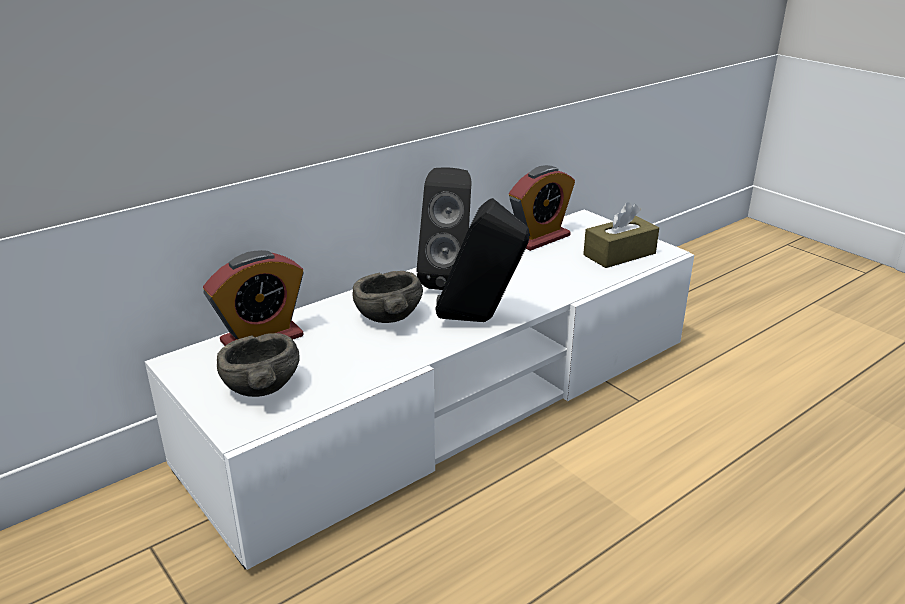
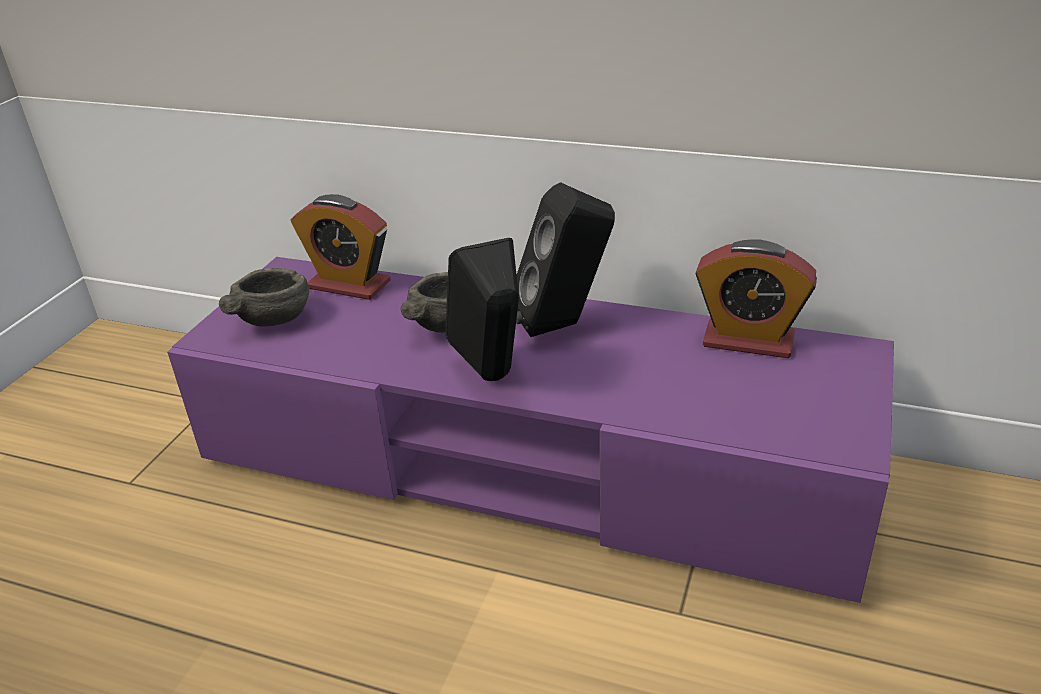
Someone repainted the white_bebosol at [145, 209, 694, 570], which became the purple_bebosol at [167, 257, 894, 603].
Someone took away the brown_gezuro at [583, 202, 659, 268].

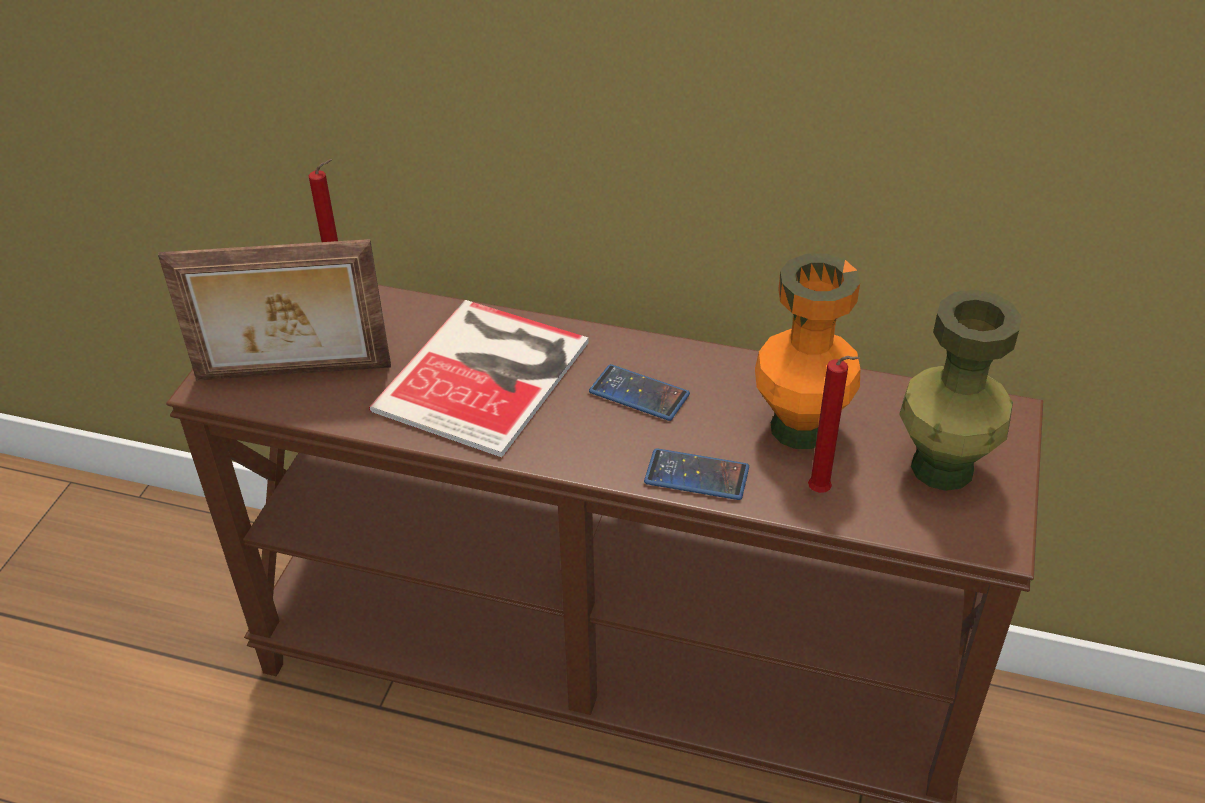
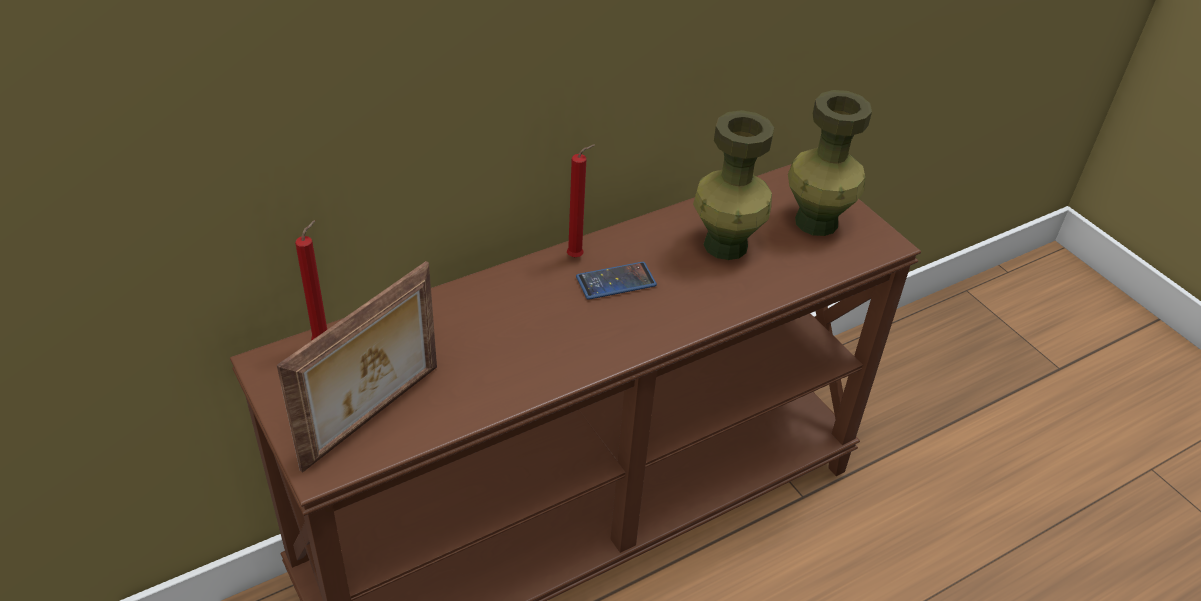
Someone carried the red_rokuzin from [808, 356, 860, 493] to [567, 145, 595, 257].
Someone repainted the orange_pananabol at [755, 254, 860, 449], which became the green_pananabol at [693, 110, 774, 260].
Someone took away the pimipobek at [369, 300, 589, 458].
Someone took away the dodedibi at [644, 448, 749, 500].

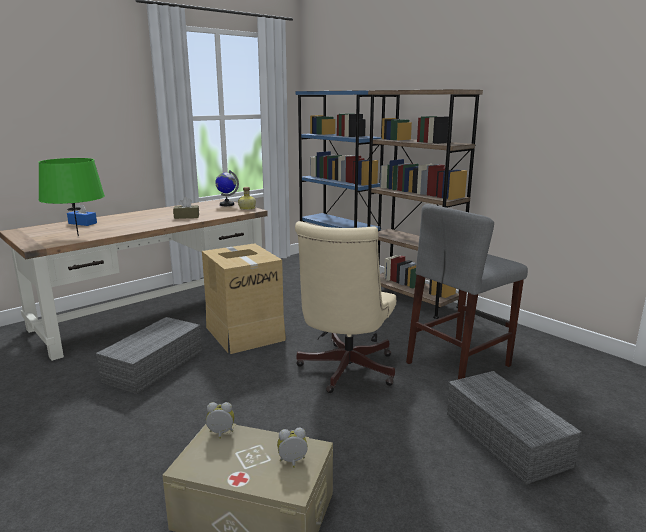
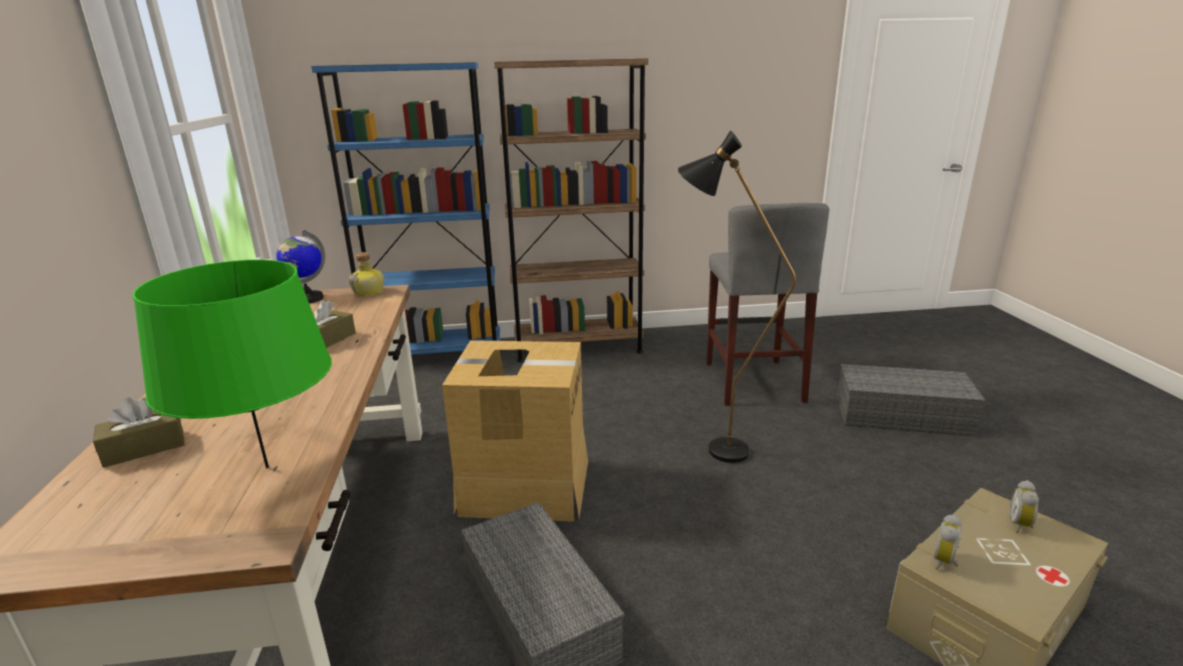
Someone repainted the blue_gezuro at [67, 203, 97, 226], which became the brown_gezuro at [93, 397, 185, 467].
Someone swapped the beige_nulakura at [295, 221, 396, 393] for the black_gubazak at [678, 130, 796, 463].

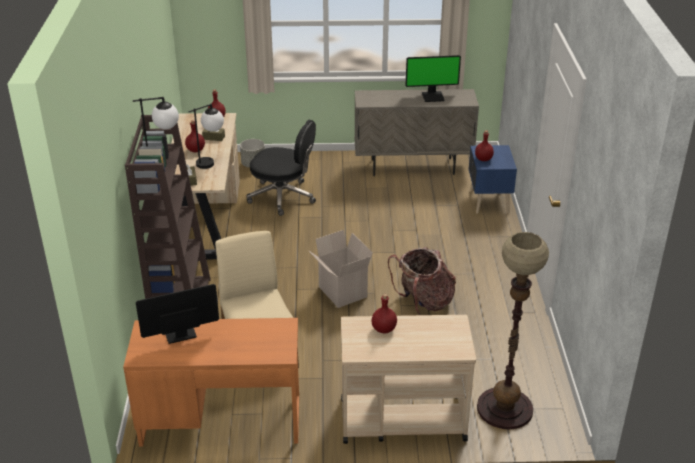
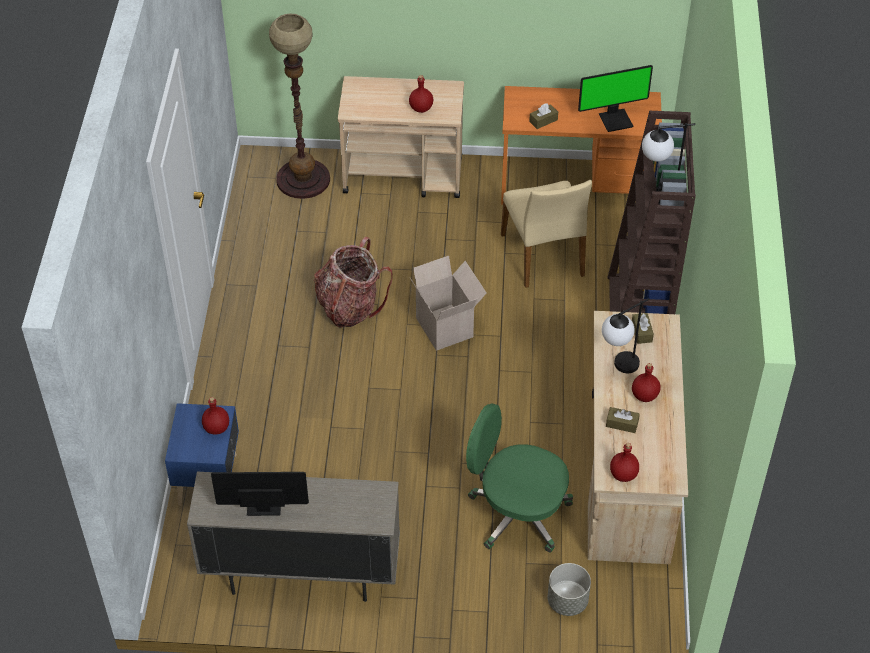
Someone repainted the black_nulakura at [246, 120, 316, 216], which became the green_nulakura at [466, 404, 573, 553].
Someone put down the brown_gezuro at [529, 103, 558, 129].

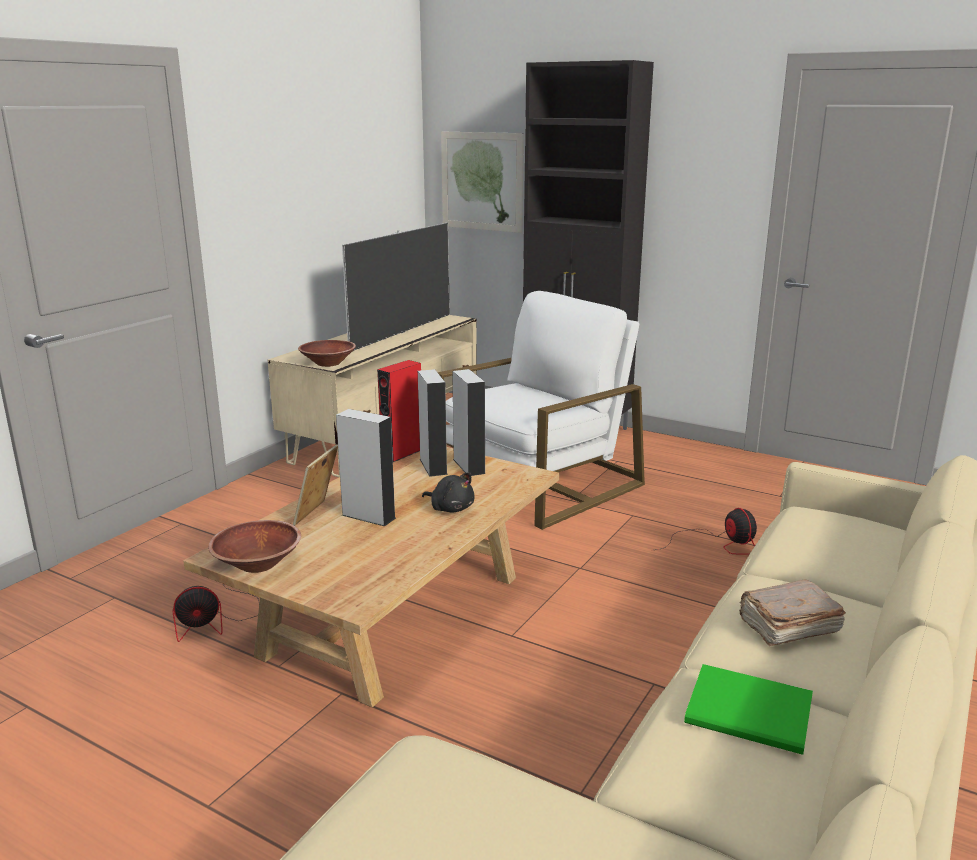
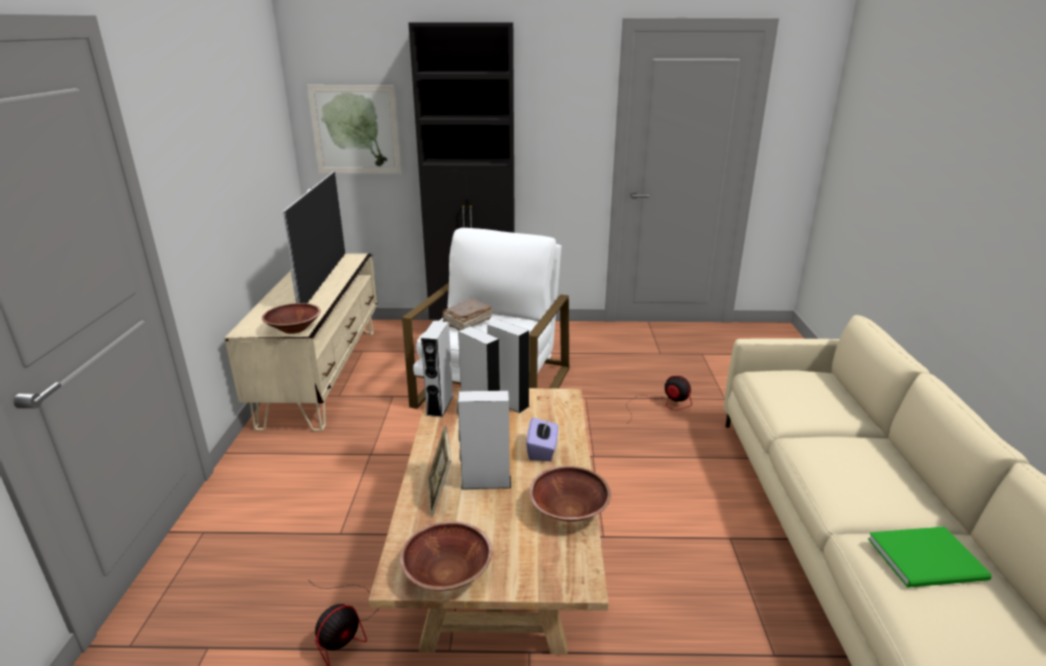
Someone repainted the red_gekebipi at [377, 360, 421, 462], which became the grey_gekebipi at [421, 321, 453, 417].
Someone carried the brown_pimipobek from [739, 579, 846, 646] to [442, 299, 492, 331].
Someone swapped the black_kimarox at [422, 472, 475, 512] for the purple_gezuro at [526, 418, 558, 461].
Someone put down the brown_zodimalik at [529, 466, 611, 521].

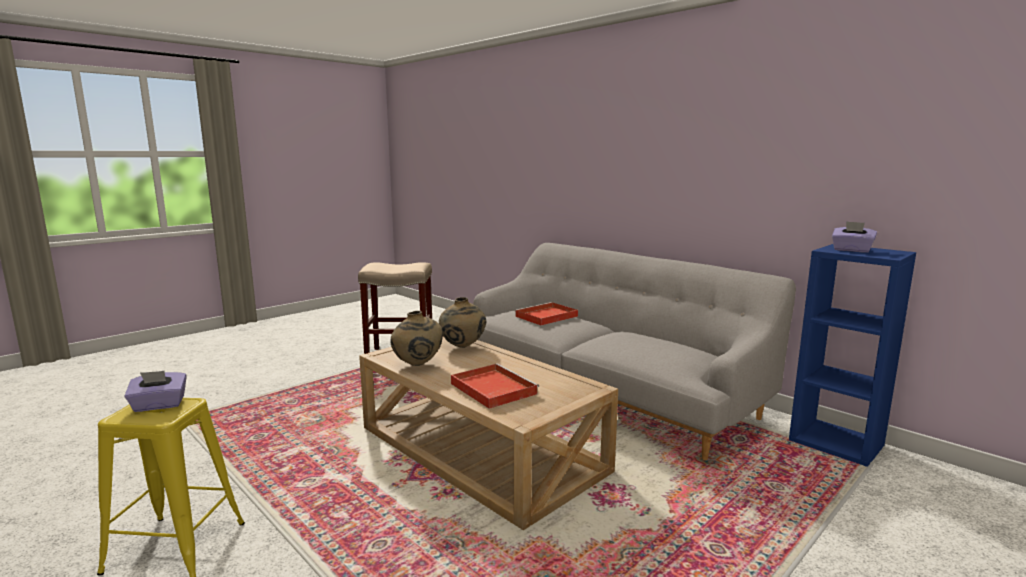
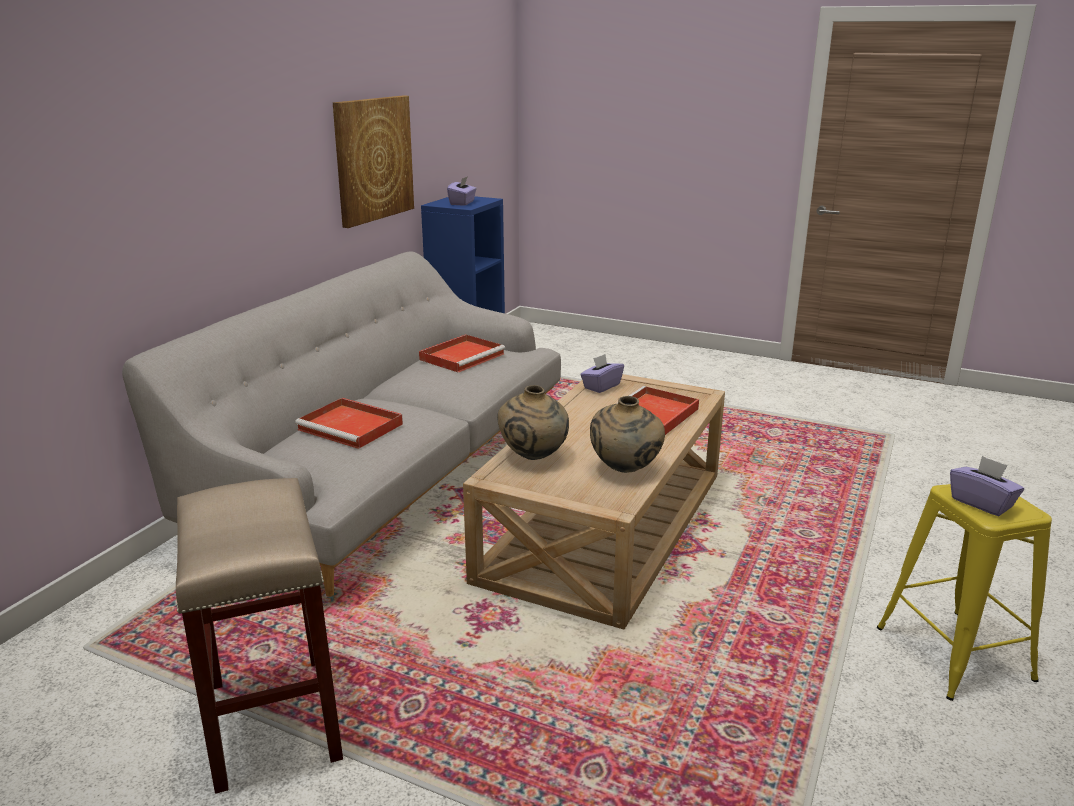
Someone put up the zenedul at [333, 95, 414, 228].
Someone put down the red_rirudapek at [419, 334, 505, 373].
Someone put down the purple_gezuro at [580, 354, 624, 393].

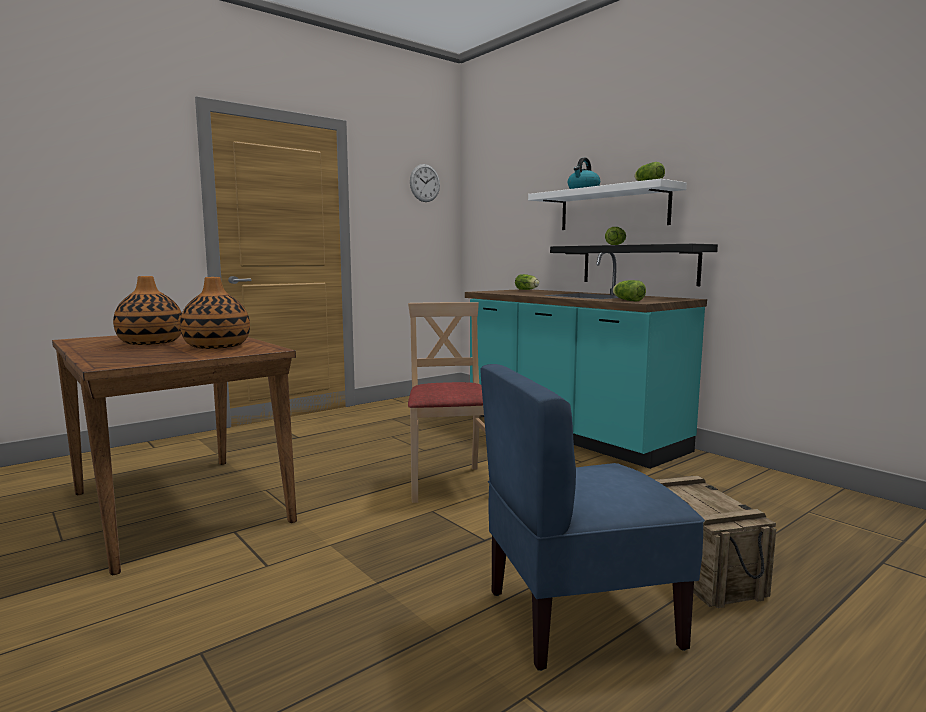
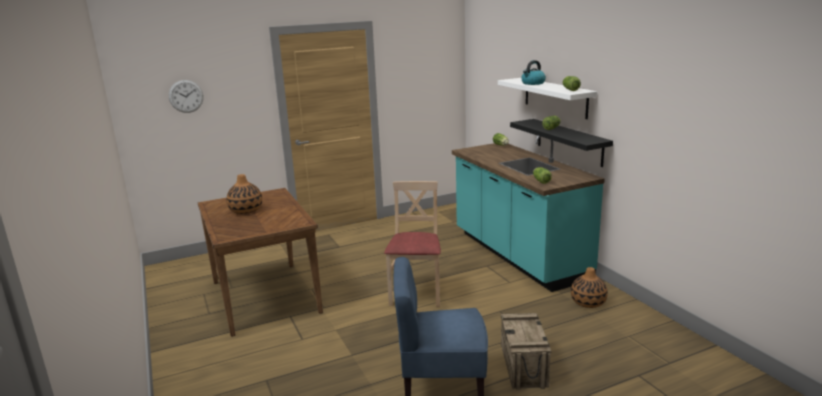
Someone carried the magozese from [410, 164, 440, 202] to [169, 80, 204, 113].
Someone carried the pananabol from [180, 277, 250, 349] to [571, 267, 608, 308].

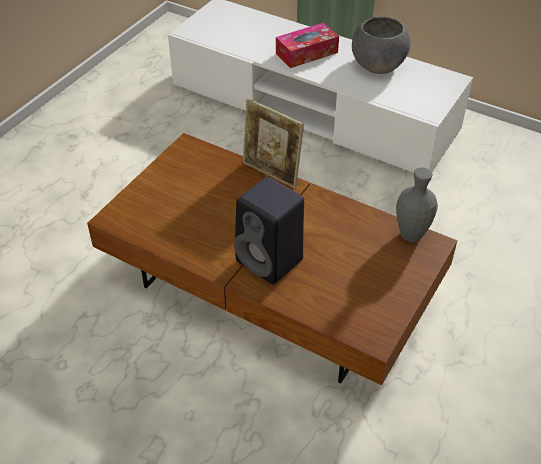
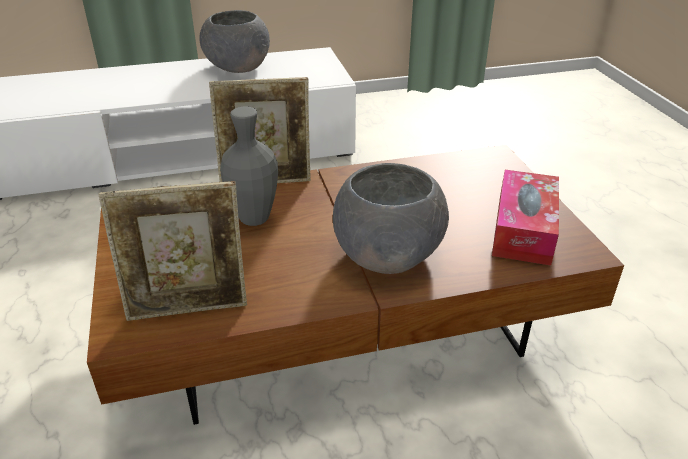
Someone put down the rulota at [99, 181, 247, 321].
Someone carried the grey_pananabol from [396, 168, 438, 242] to [220, 107, 278, 226].
Someone swapped the black_gekebipi at [234, 177, 304, 285] for the grey_zodimalik at [333, 163, 449, 274].
Someone carried the gezuro from [276, 23, 339, 68] to [492, 170, 559, 266].

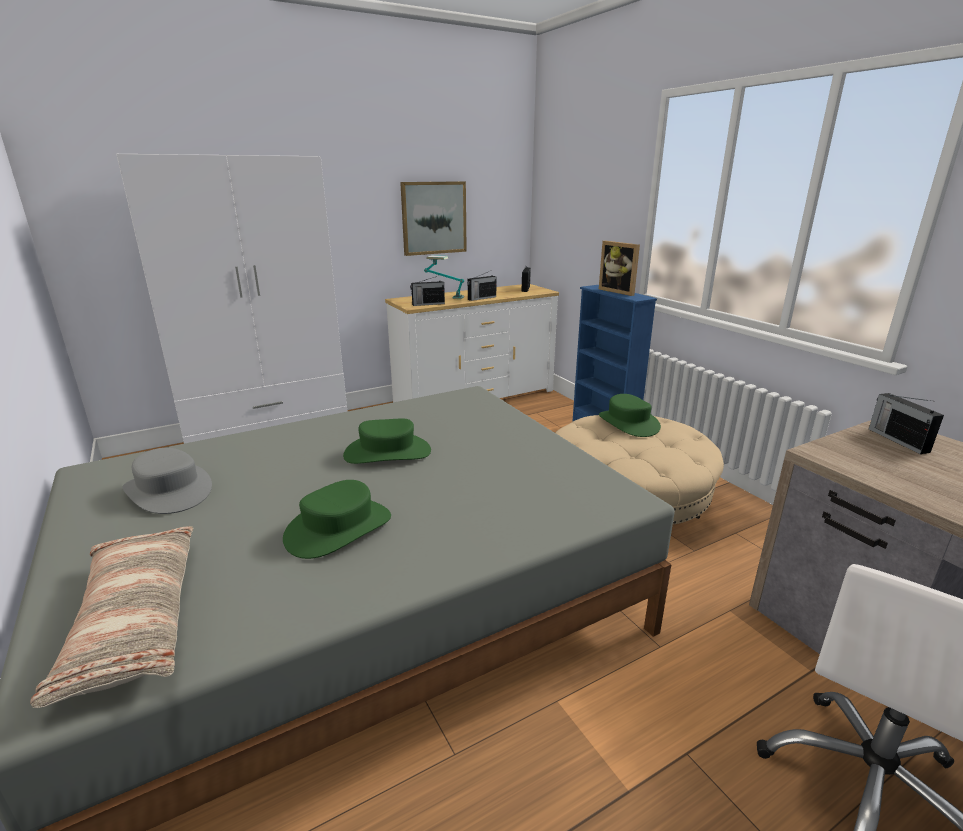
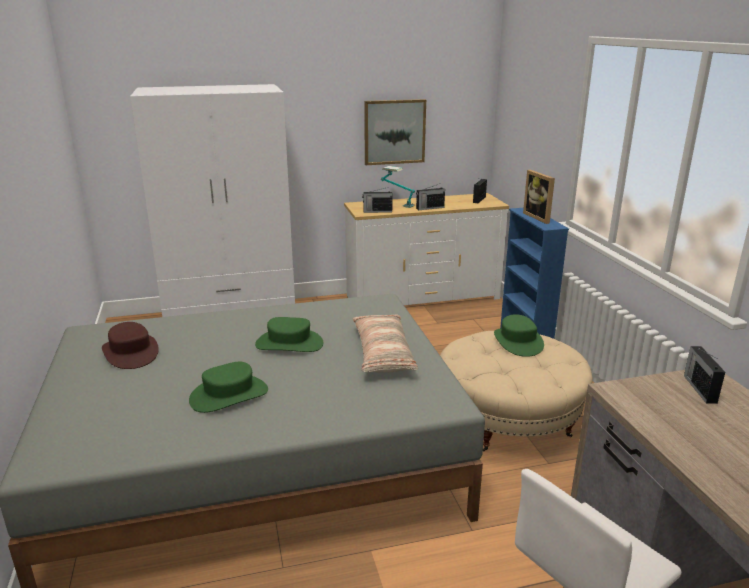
Someone repainted the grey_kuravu at [123, 448, 212, 514], which became the brown_kuravu at [102, 322, 159, 369].
Someone carried the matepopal from [30, 526, 193, 708] to [353, 315, 418, 373].

